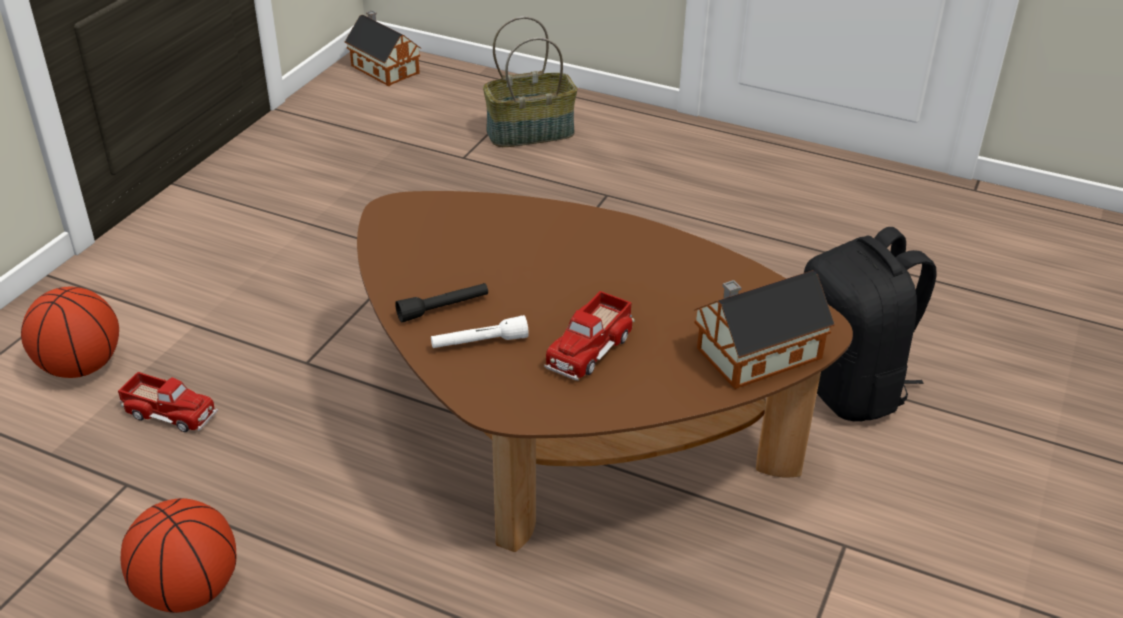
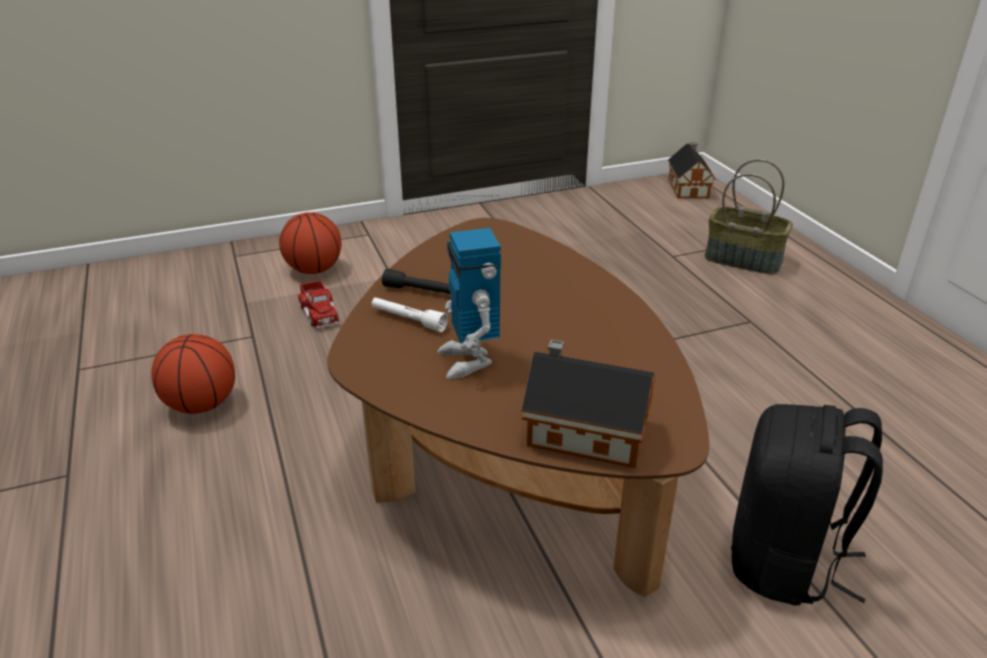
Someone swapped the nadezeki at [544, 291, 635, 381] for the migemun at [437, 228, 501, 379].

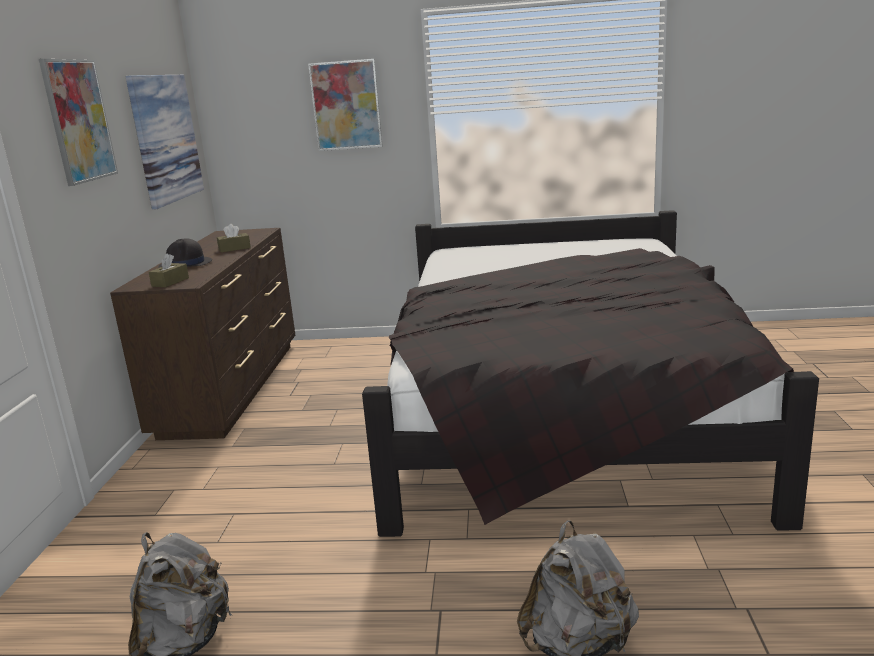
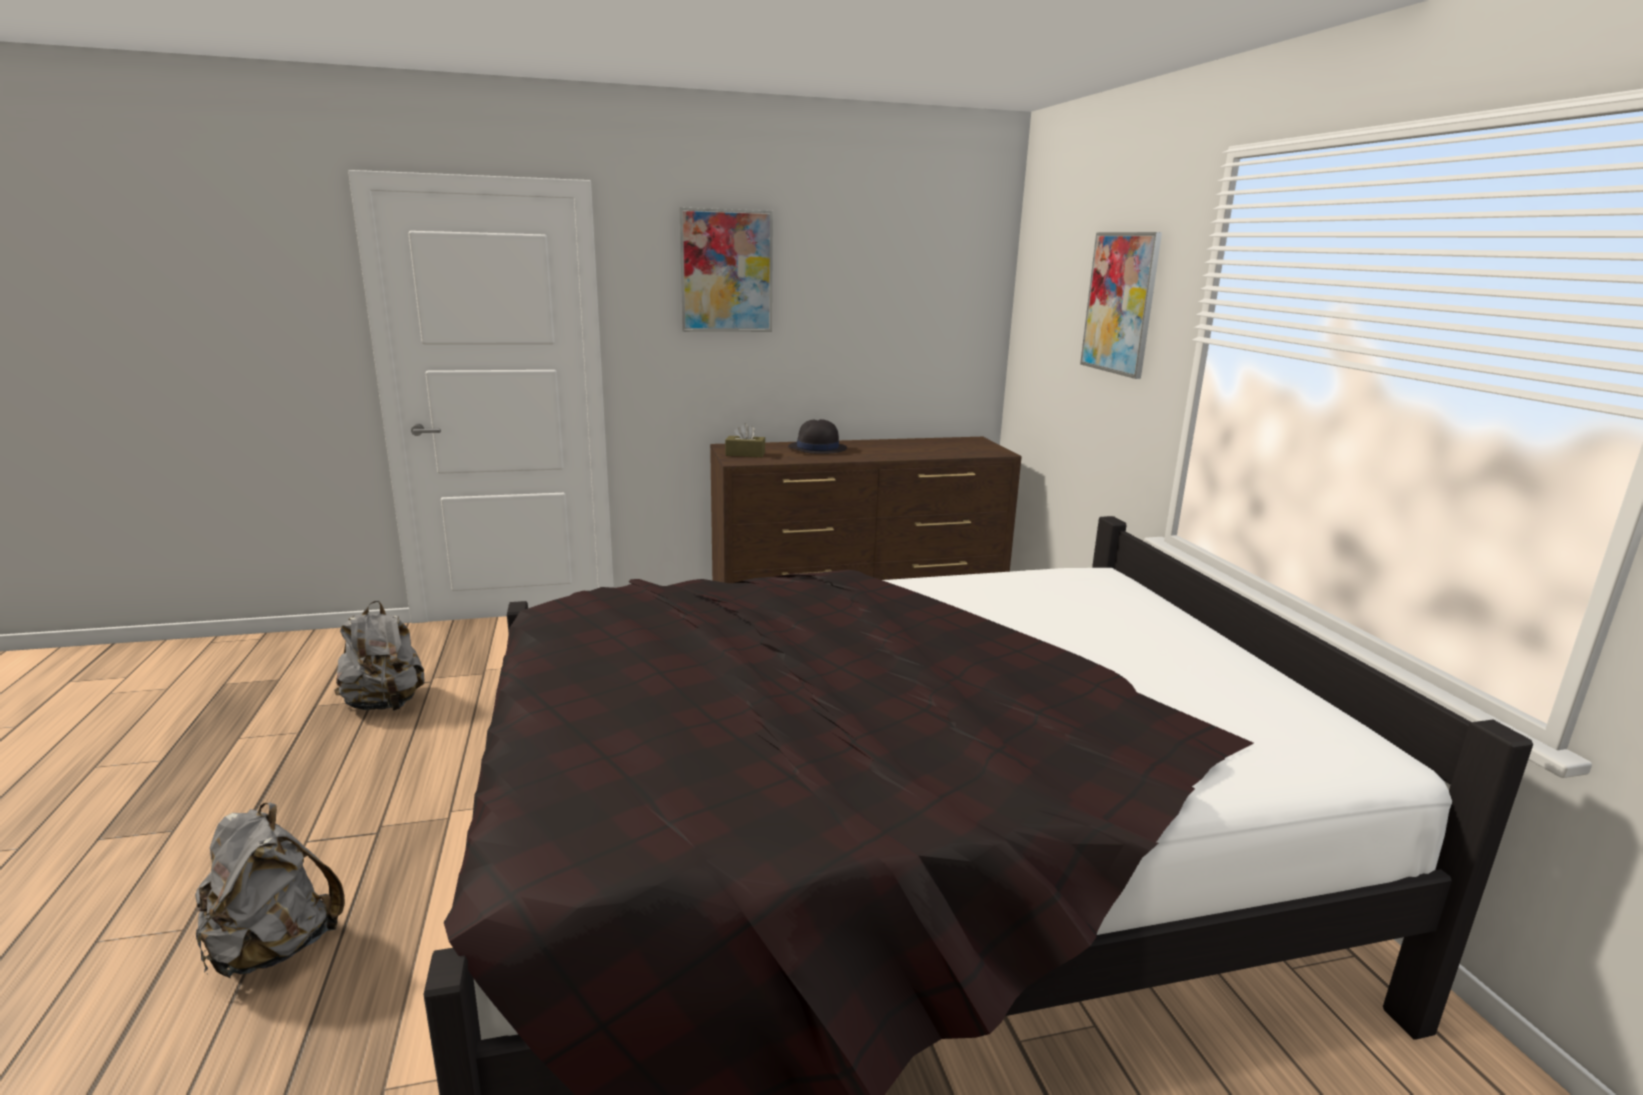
Someone took away the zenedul at [125, 75, 204, 210].
Someone took away the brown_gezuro at [217, 224, 251, 253].

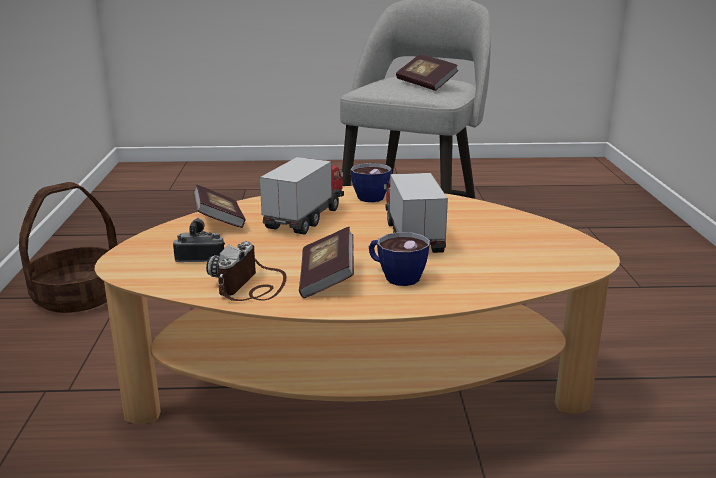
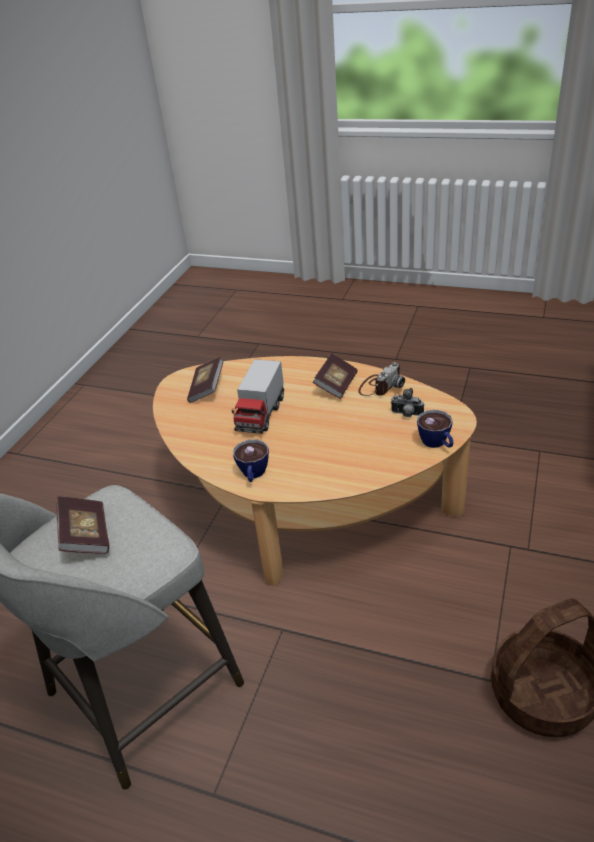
Someone carried the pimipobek from [193, 184, 246, 228] to [187, 357, 224, 403].
Someone carried the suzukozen from [369, 232, 430, 286] to [417, 410, 454, 448].
Someone took away the nadezeki at [260, 157, 344, 234].

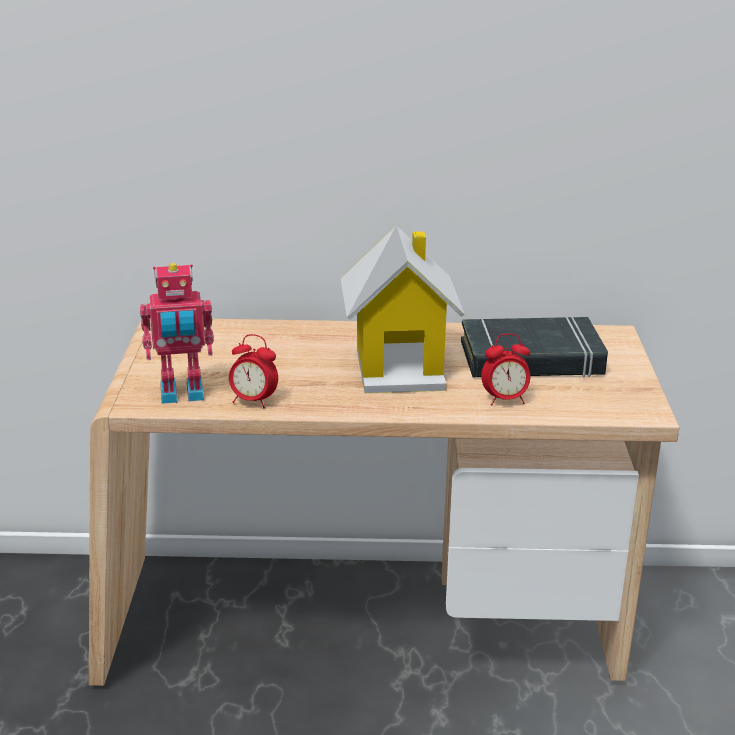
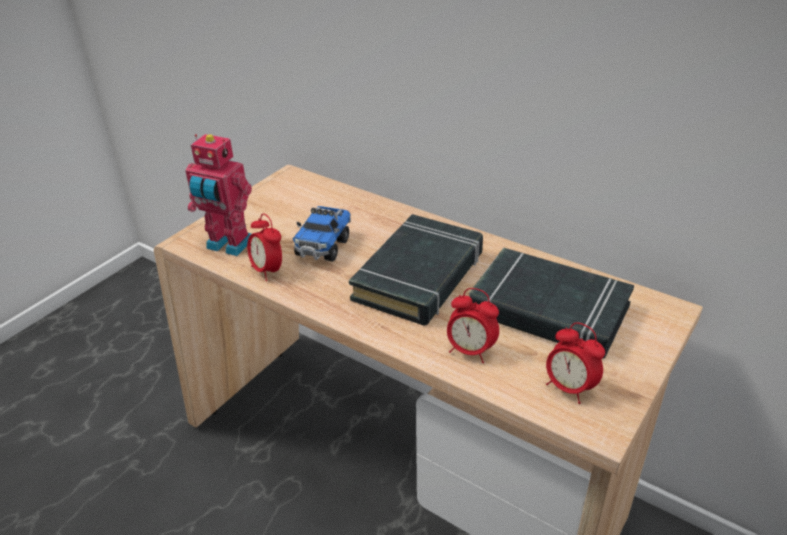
Someone put down the nadezeki at [293, 206, 351, 261].
Someone swapped the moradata at [341, 225, 464, 393] for the black_pimipobek at [349, 214, 483, 326].
Someone put down the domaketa at [546, 322, 605, 404].

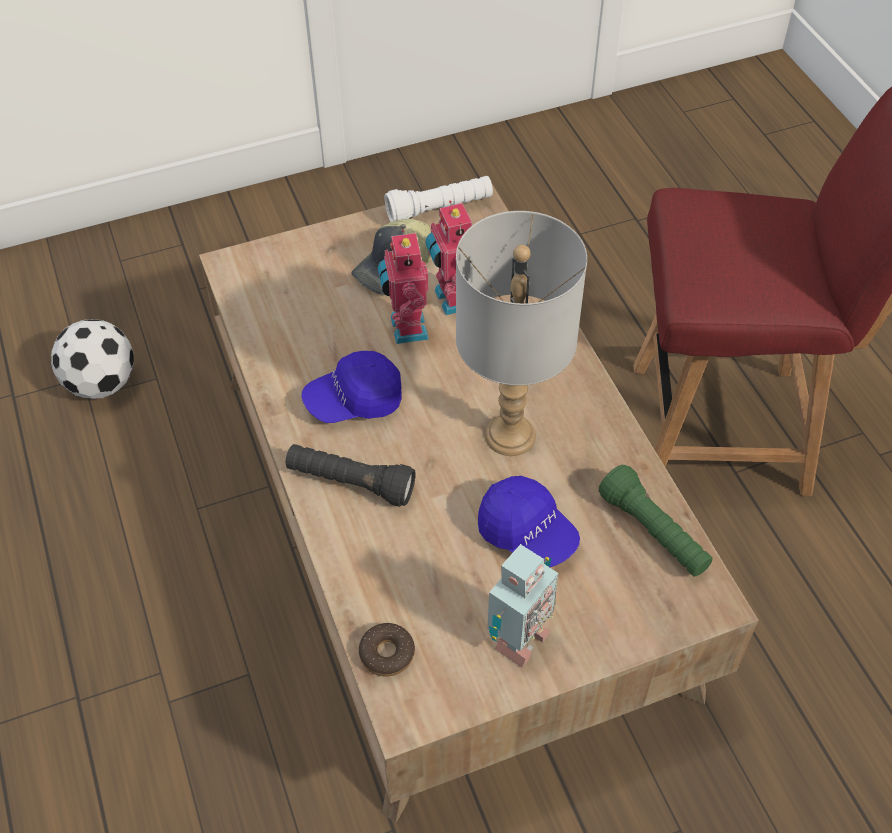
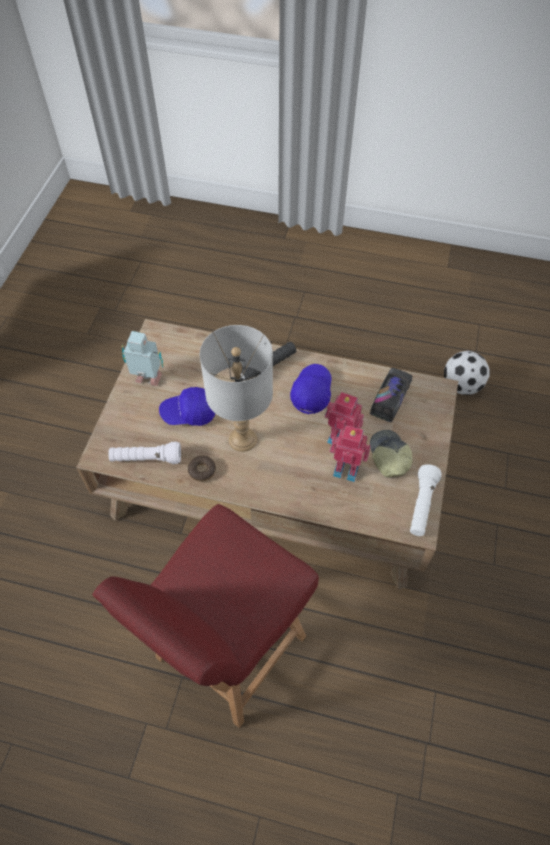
Someone repainted the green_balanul at [599, 465, 713, 576], which became the white_balanul at [108, 442, 181, 464].
Someone rotated the migemun at [487, 544, 558, 667] by 120 degrees clockwise.
Someone carried the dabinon from [359, 623, 415, 677] to [188, 456, 216, 482].
Someone put down the nadezeki at [370, 368, 413, 422].

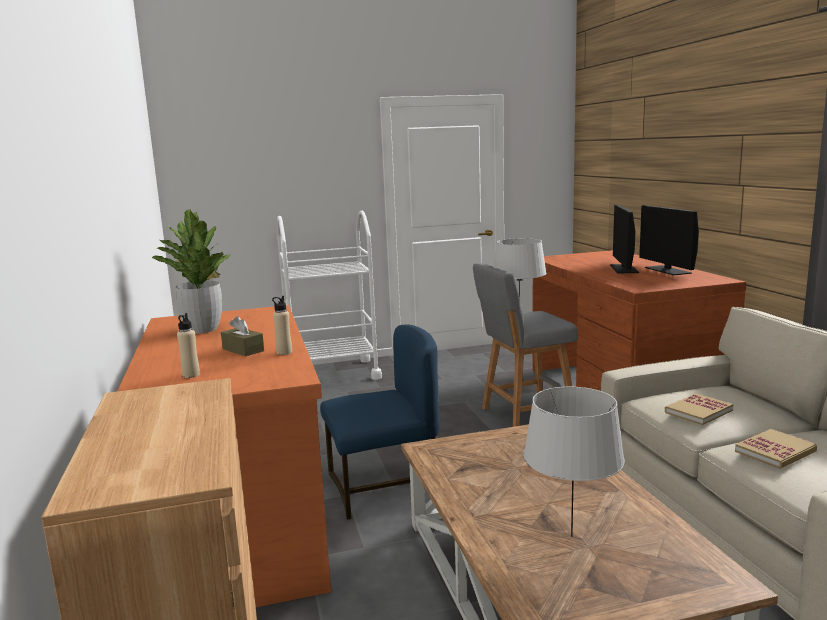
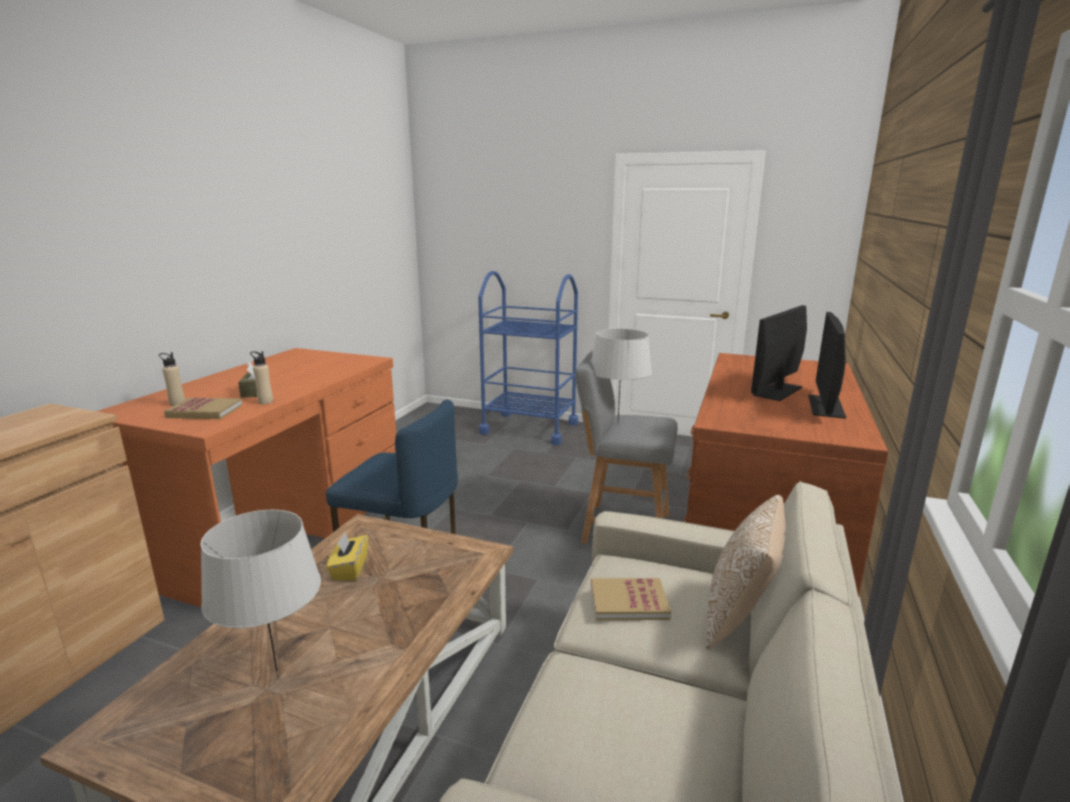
Someone carried the pimipobek from [735, 429, 817, 469] to [164, 398, 242, 419].
Someone put down the yellow_gezuro at [326, 532, 368, 580].
Someone repainted the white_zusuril at [277, 211, 382, 380], which became the blue_zusuril at [478, 271, 578, 445].
Someone put down the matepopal at [706, 495, 786, 650].
Someone took away the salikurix at [152, 209, 232, 333].

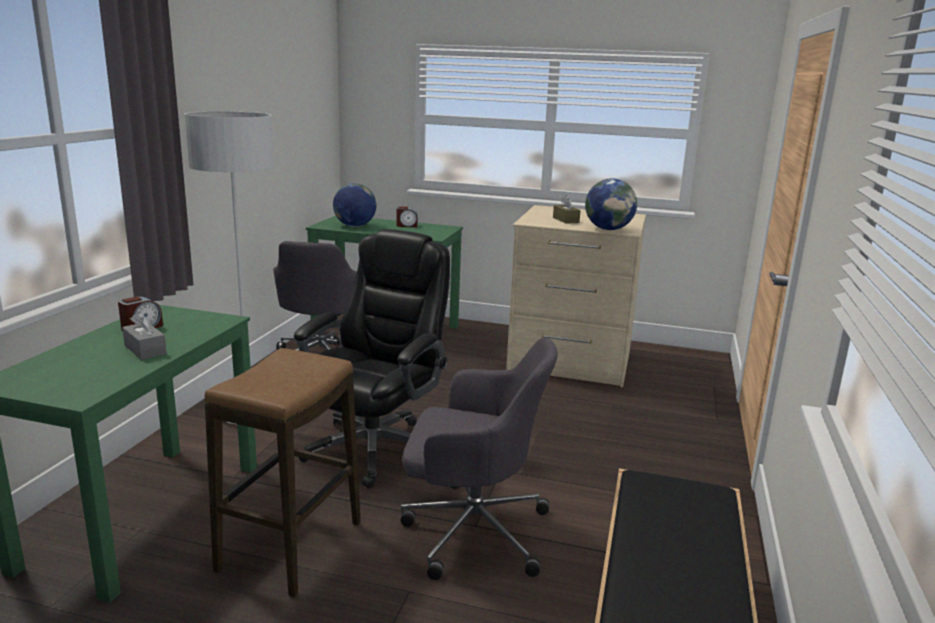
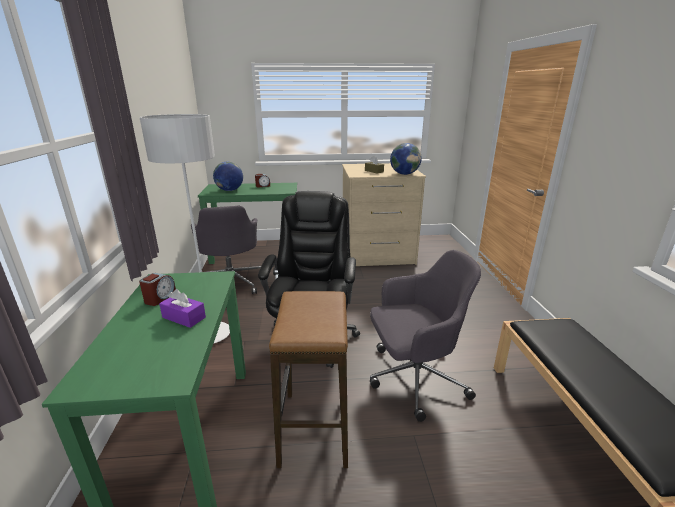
Someone repainted the grey_gezuro at [122, 312, 167, 360], which became the purple_gezuro at [159, 289, 206, 328].

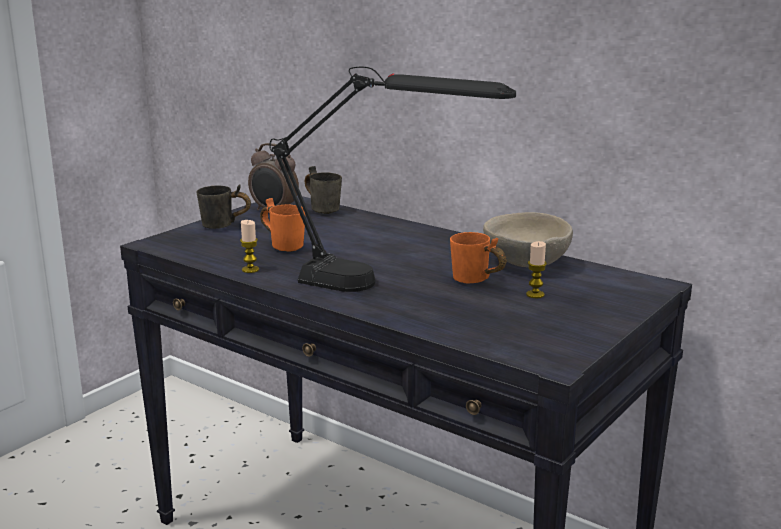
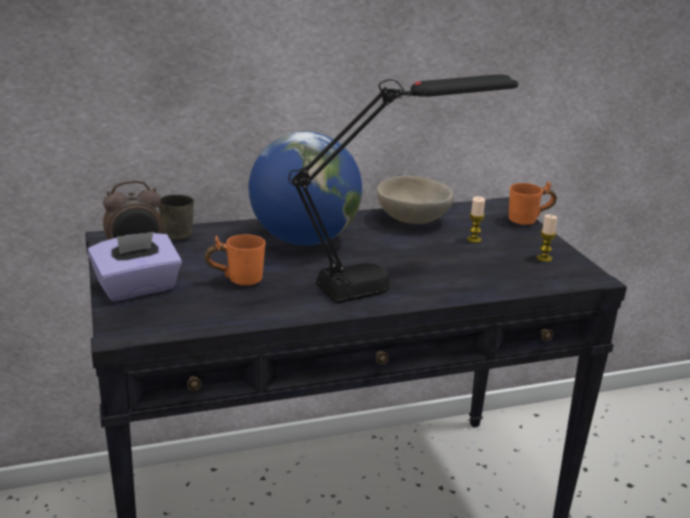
Someone swapped the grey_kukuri at [197, 185, 251, 229] for the purple_gezuro at [88, 232, 182, 301].
Someone put down the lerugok at [249, 131, 362, 245].
Someone carried the orange_kukuri from [450, 232, 507, 284] to [509, 182, 557, 225].
Someone carried the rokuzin from [240, 220, 259, 273] to [537, 214, 557, 262].

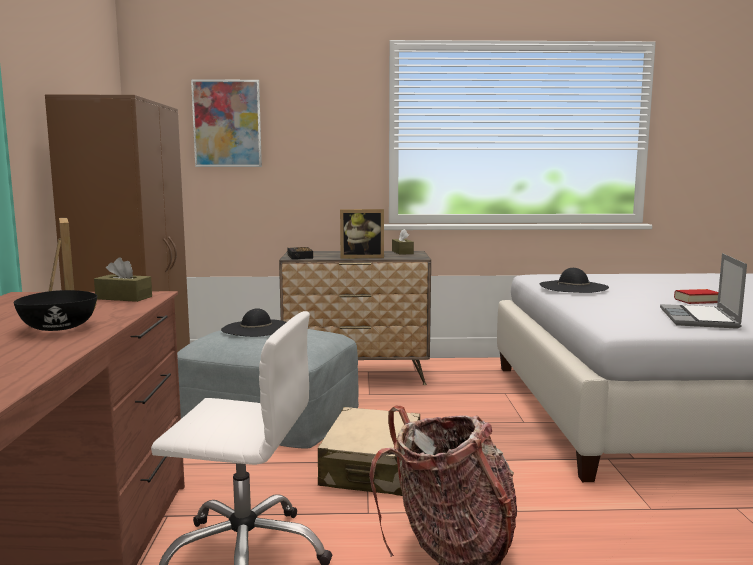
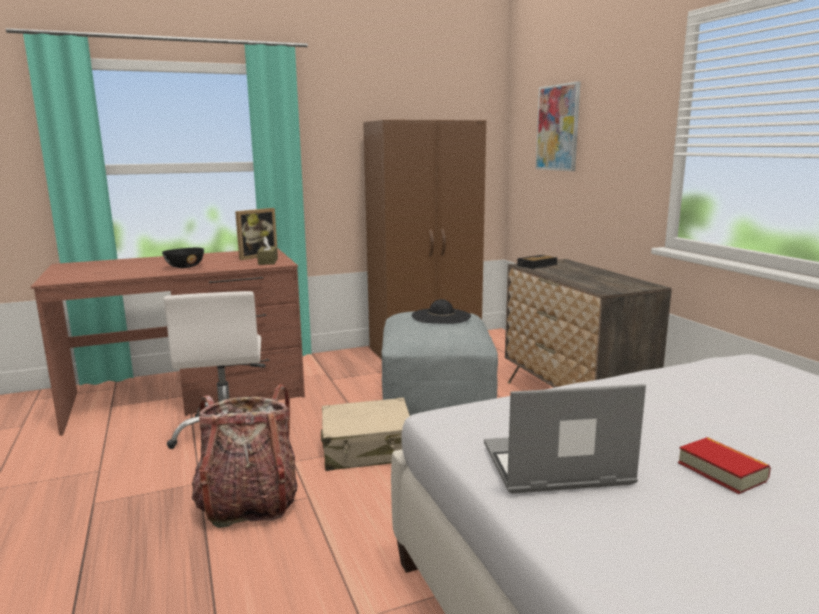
Someone took away the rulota at [340, 209, 384, 259].
Someone took away the brown_gezuro at [392, 229, 414, 255].
Someone took away the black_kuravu at [540, 268, 609, 293].

